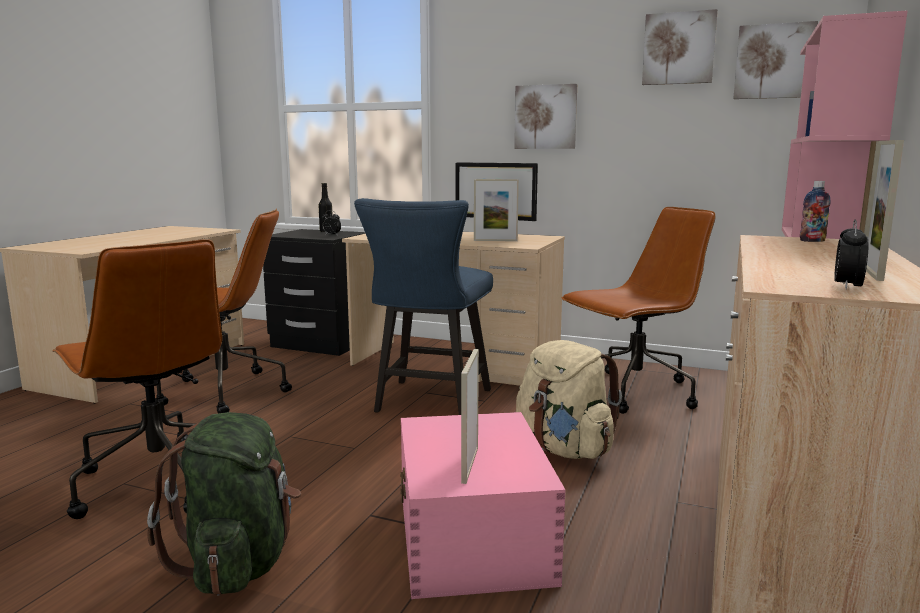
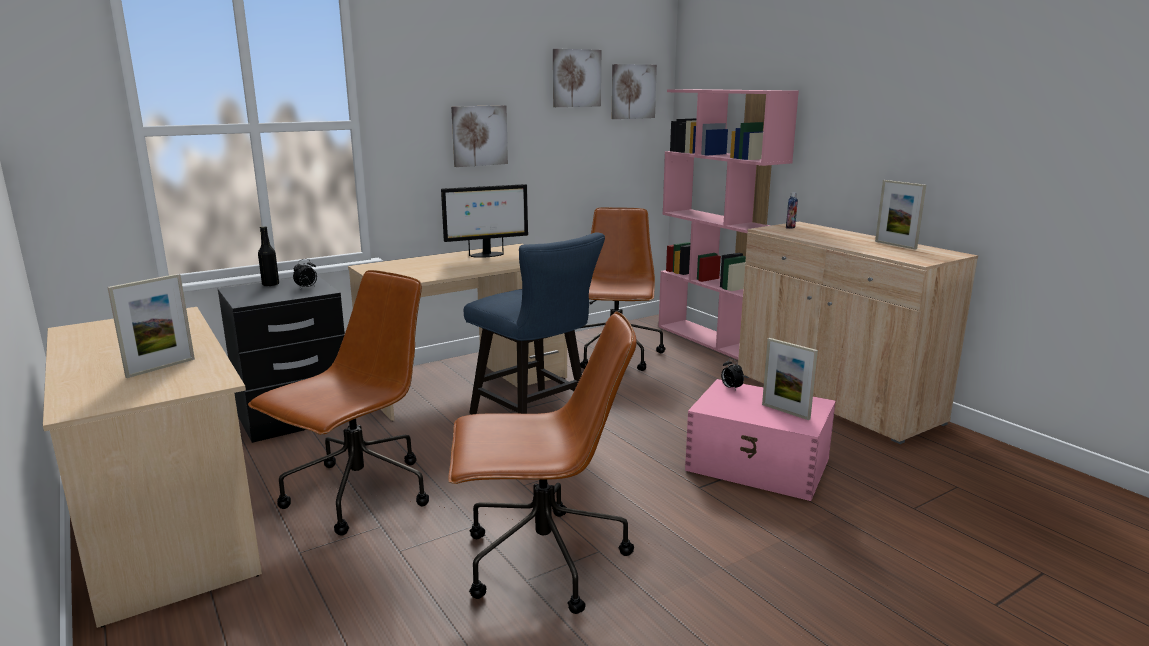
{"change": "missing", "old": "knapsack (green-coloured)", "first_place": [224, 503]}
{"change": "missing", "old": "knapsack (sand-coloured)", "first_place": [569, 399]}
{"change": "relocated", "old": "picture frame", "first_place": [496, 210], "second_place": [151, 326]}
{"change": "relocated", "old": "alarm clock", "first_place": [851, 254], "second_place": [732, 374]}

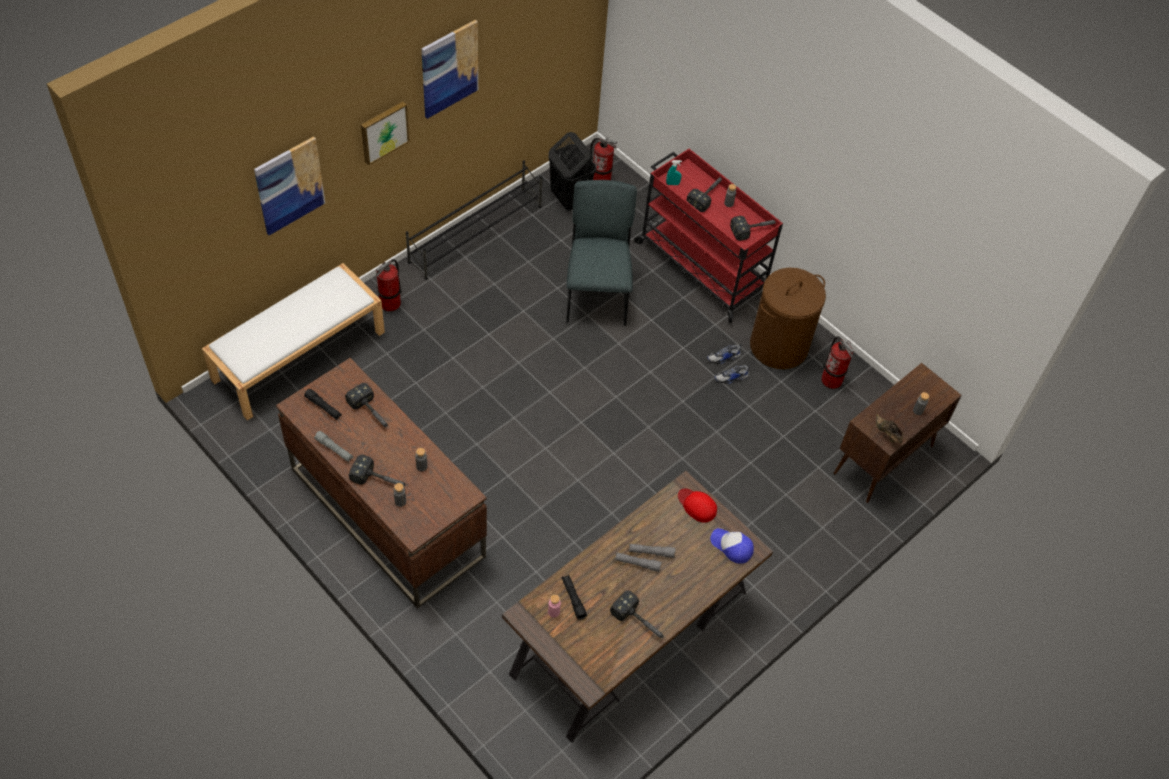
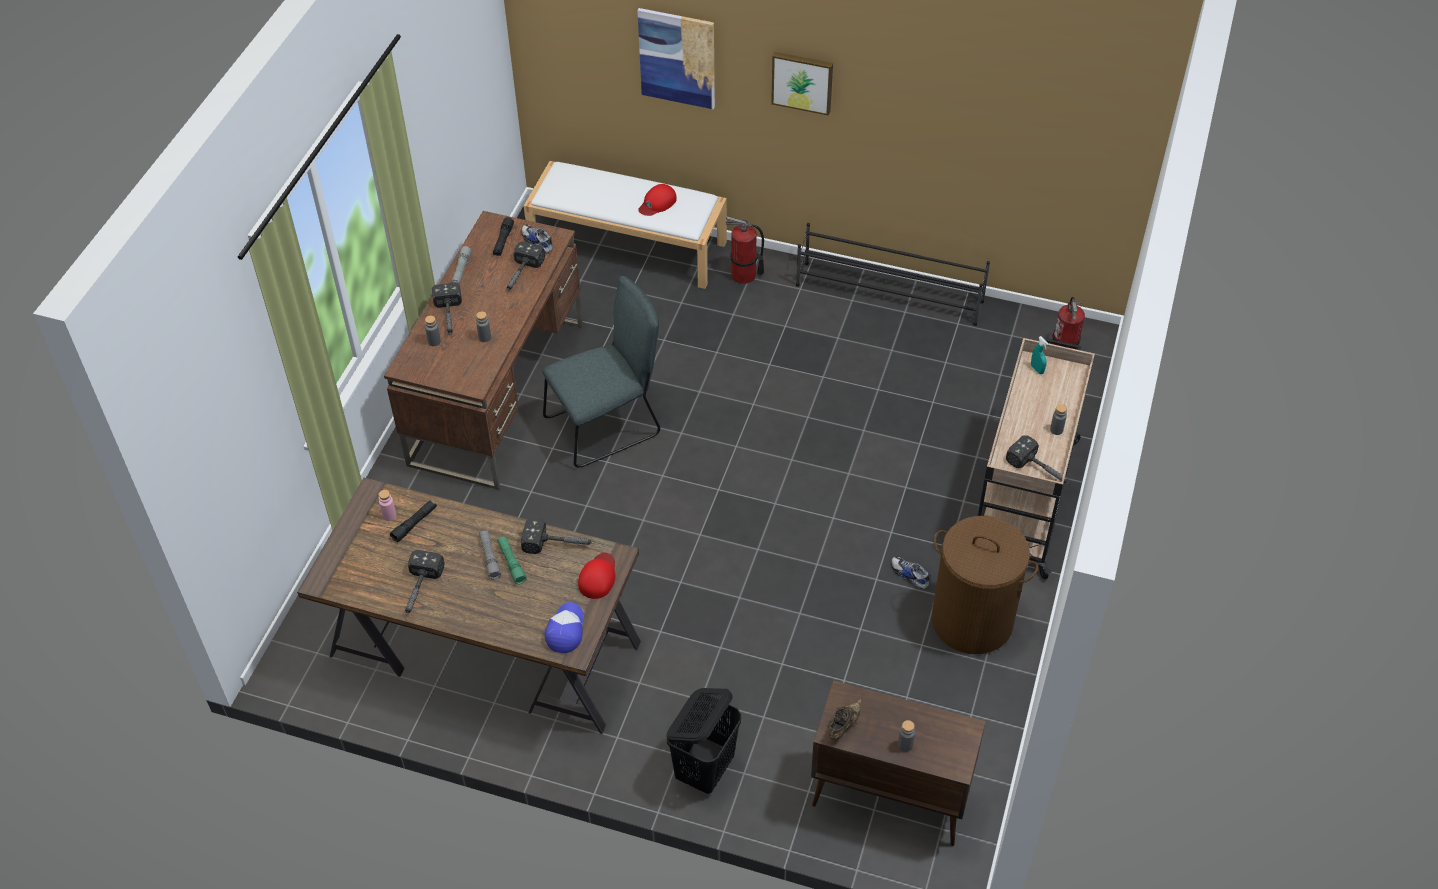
{"change": "missing", "old": "wall art", "first_place": [449, 69]}
{"change": "missing", "old": "extinguisher", "first_place": [837, 363]}
{"change": "appeared", "new": "baseball cap (red-coloured)", "second_place": [657, 200]}
{"change": "relocated", "old": "washing basket (black-coloured)", "first_place": [572, 171], "second_place": [703, 741]}
{"change": "relocated", "old": "upright chair (gray)", "first_place": [601, 253], "second_place": [601, 372]}
{"change": "relocated", "old": "tool hammer", "first_place": [704, 194], "second_place": [558, 536]}
{"change": "relocated", "old": "item of footwear", "first_place": [733, 374], "second_place": [537, 238]}
{"change": "colour", "old": "flashlight (gray)", "new": "flashlight (green-coloured)", "first_place": [651, 551], "second_place": [512, 560]}
{"change": "colour", "old": "wheeled cart (red-coloured)", "new": "wheeled cart (sand-coloured)", "first_place": [708, 236], "second_place": [1036, 458]}

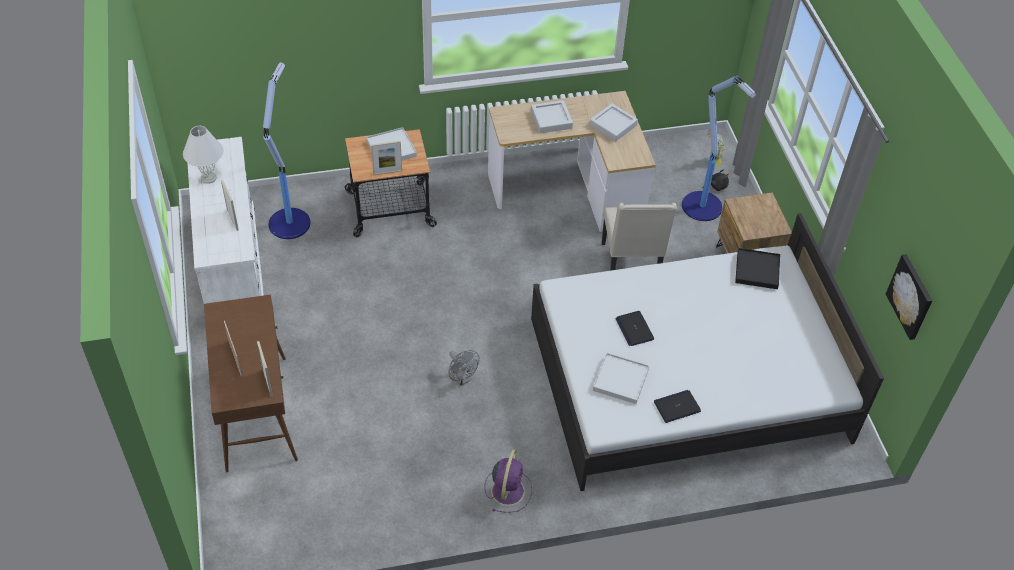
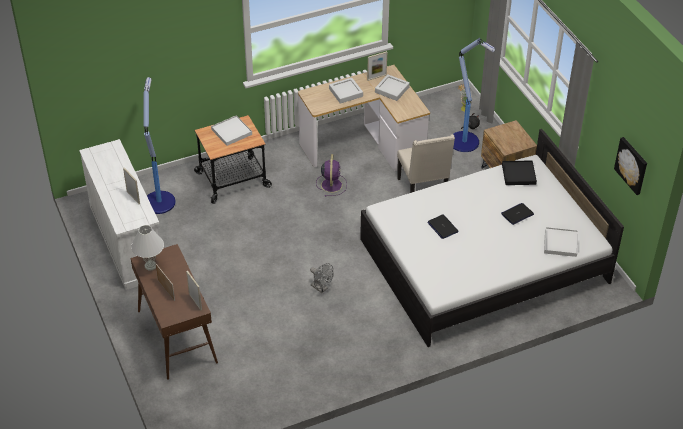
{"change": "relocated", "old": "table lamp (white-coloured)", "first_place": [203, 155], "second_place": [147, 247]}
{"change": "relocated", "old": "picture frame", "first_place": [386, 158], "second_place": [377, 66]}
{"change": "relocated", "old": "cooling fan (purple-coloured)", "first_place": [508, 481], "second_place": [331, 175]}
{"change": "relocated", "old": "tray (white-coloured)", "first_place": [621, 378], "second_place": [561, 242]}
{"change": "relocated", "old": "notebook computer", "first_place": [677, 406], "second_place": [517, 214]}

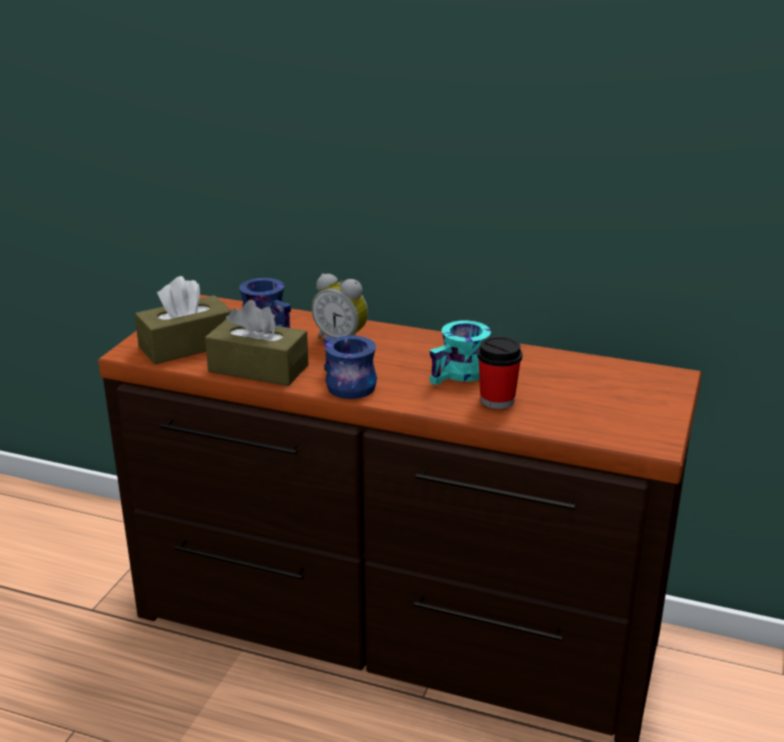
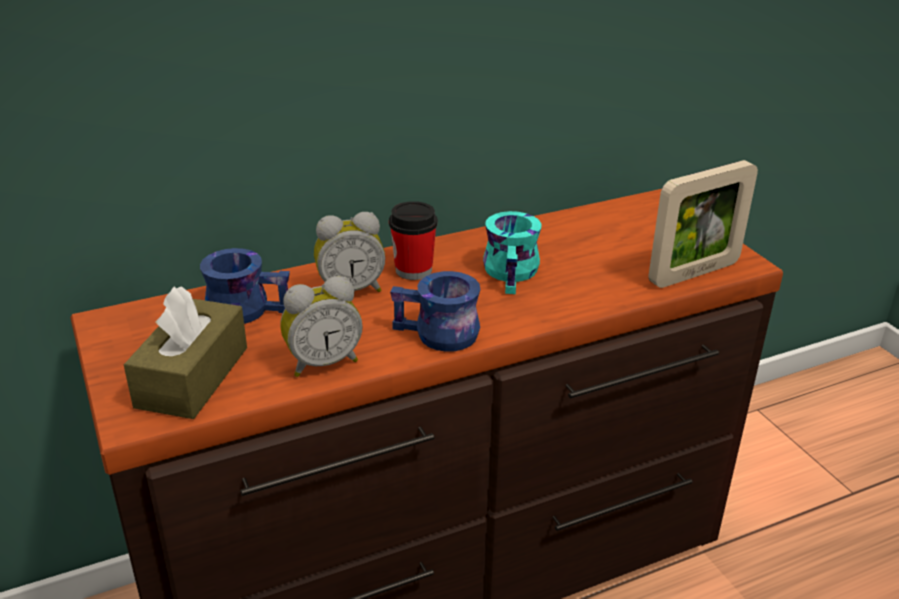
{"change": "appeared", "new": "picture frame", "second_place": [703, 224]}
{"change": "relocated", "old": "drinking cup", "first_place": [500, 372], "second_place": [413, 240]}
{"change": "exchanged", "old": "box of tissues (brown-coloured)", "new": "alarm clock", "first_place": [257, 343], "second_place": [321, 326]}

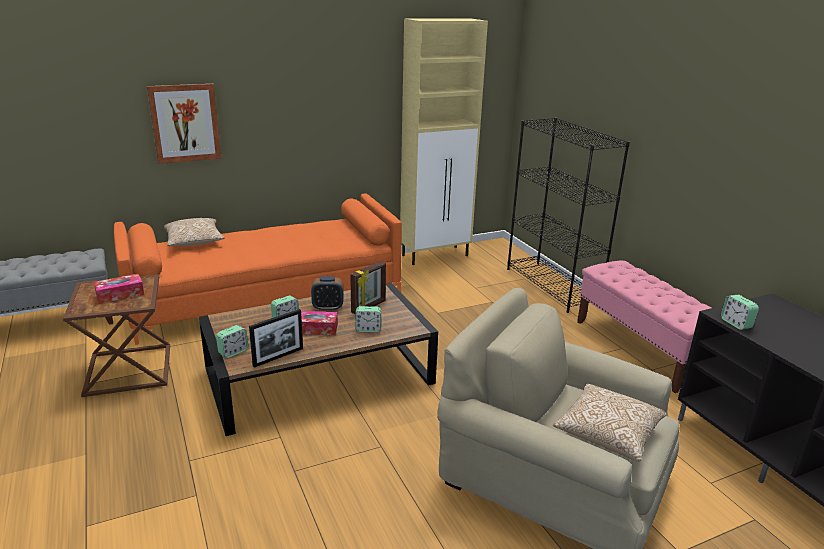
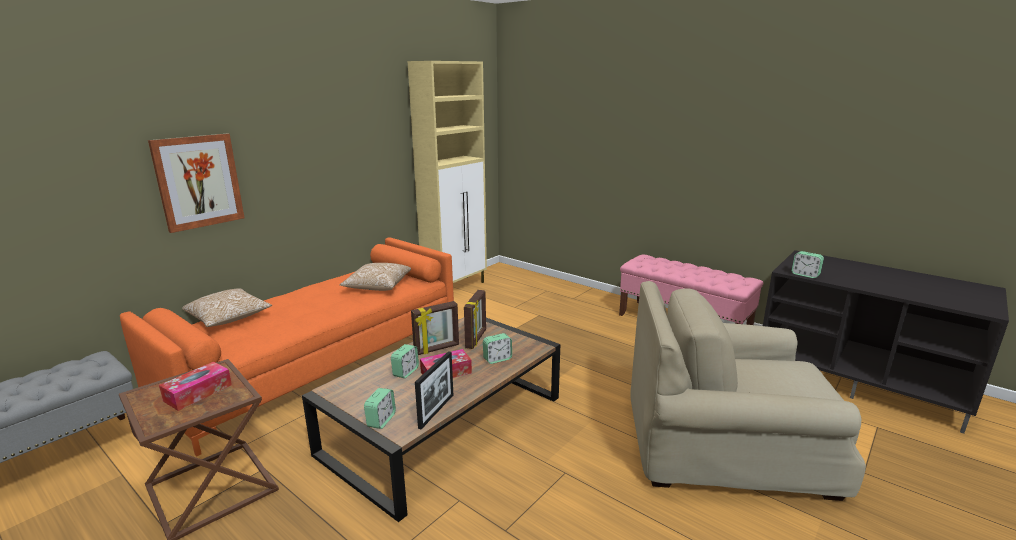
{"change": "missing", "old": "bookshelf (black-coloured)", "first_place": [568, 215]}
{"change": "relocated", "old": "cushion", "first_place": [610, 423], "second_place": [375, 277]}
{"change": "exchanged", "old": "alarm clock", "new": "picture frame", "first_place": [327, 293], "second_place": [435, 328]}

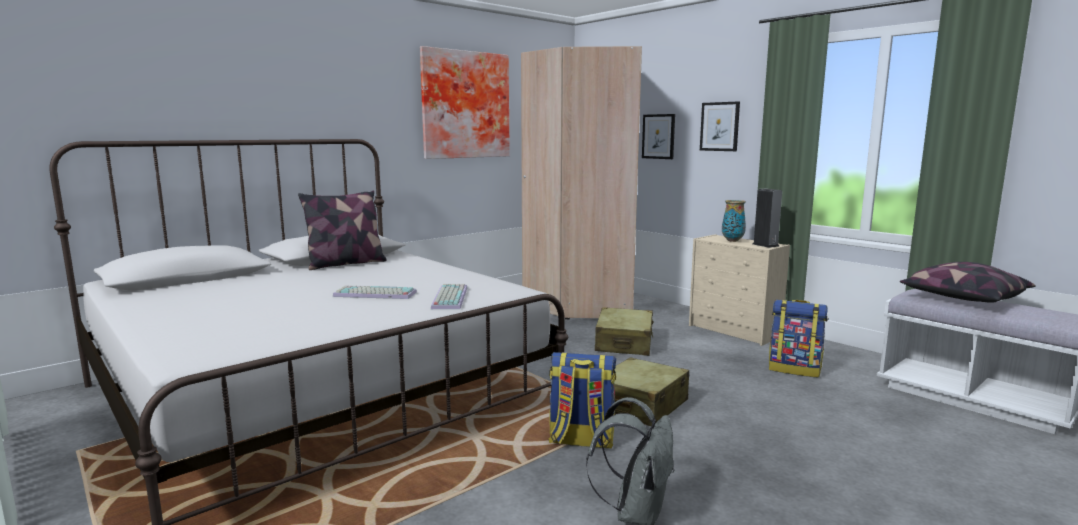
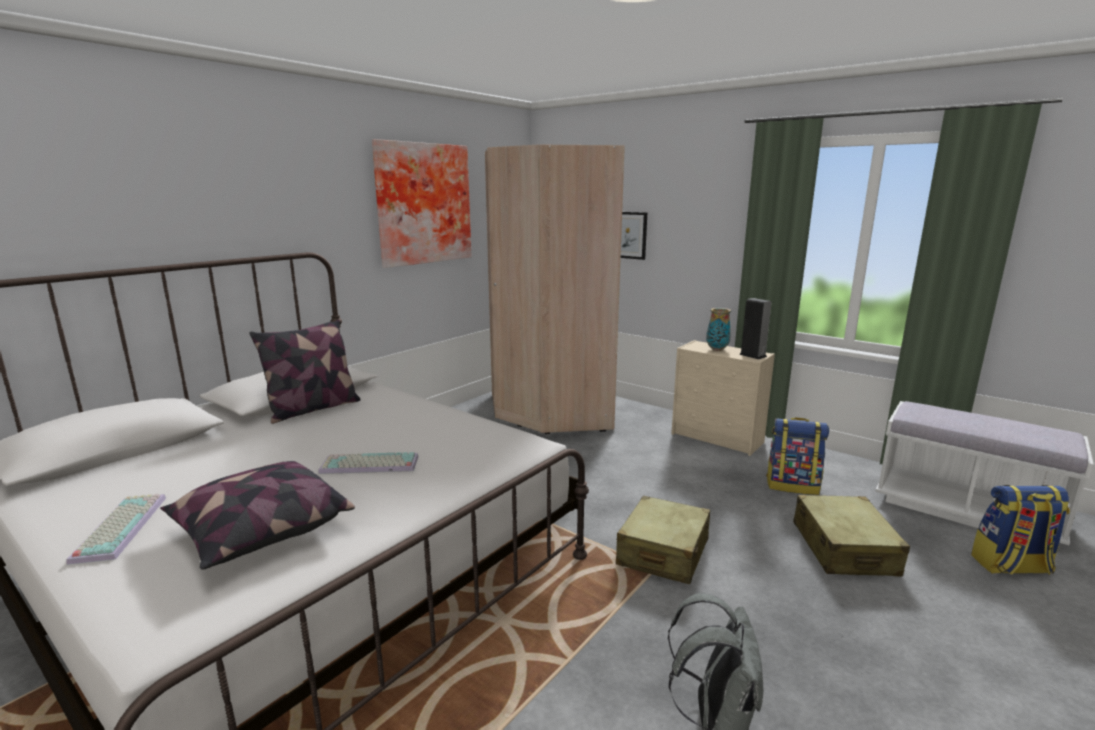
{"change": "missing", "old": "wall art", "first_place": [720, 126]}
{"change": "relocated", "old": "PC keyboard", "first_place": [449, 296], "second_place": [116, 529]}
{"change": "relocated", "old": "knapsack", "first_place": [582, 400], "second_place": [1020, 530]}
{"change": "relocated", "old": "piece of luggage (sand-coloured)", "first_place": [624, 331], "second_place": [851, 536]}
{"change": "relocated", "old": "cushion", "first_place": [968, 282], "second_place": [257, 515]}

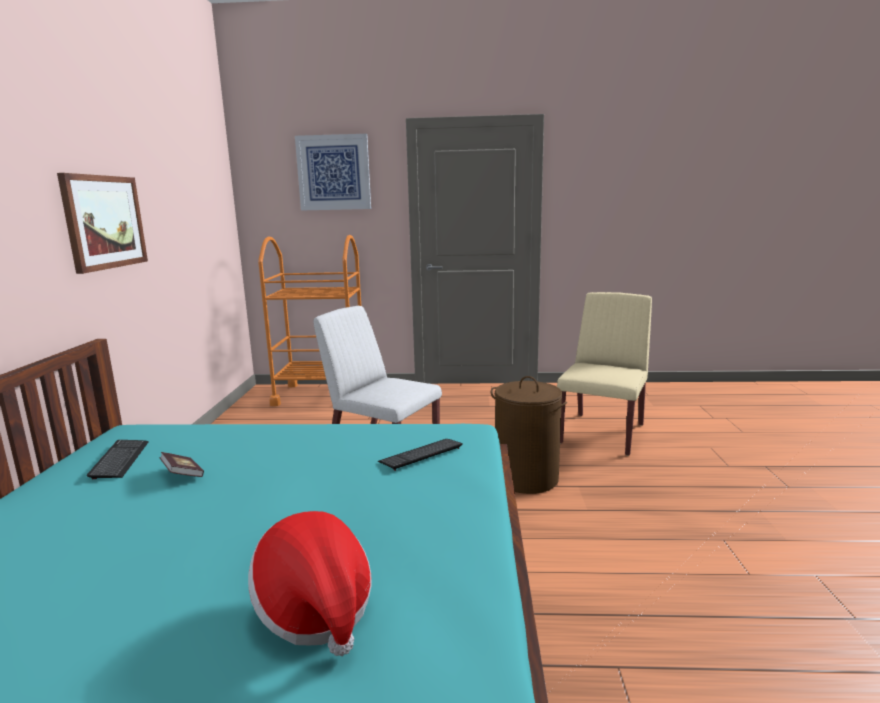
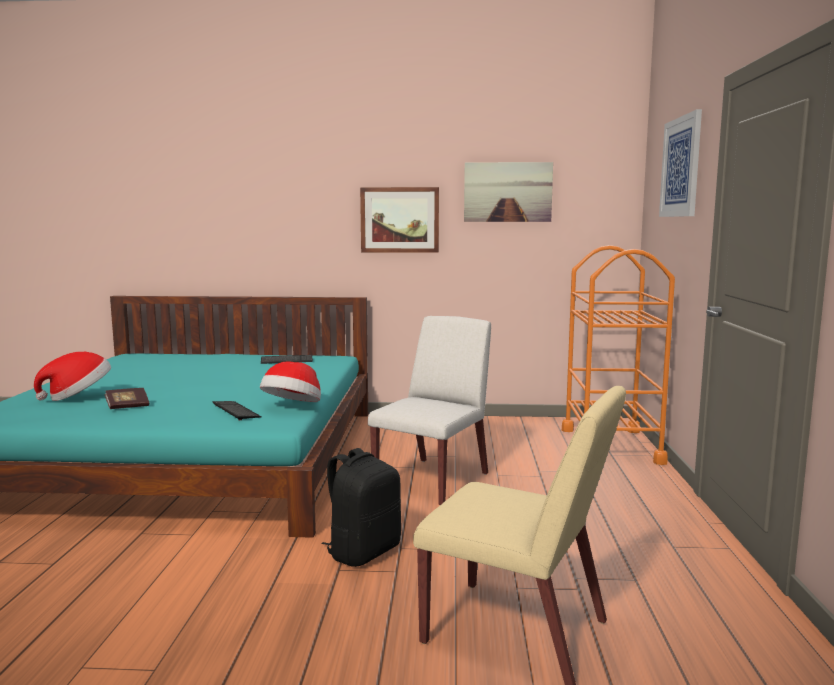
{"change": "appeared", "new": "wearable hat", "second_place": [290, 381]}
{"change": "appeared", "new": "wall art", "second_place": [508, 192]}
{"change": "relocated", "old": "book", "first_place": [182, 464], "second_place": [127, 398]}
{"change": "exchanged", "old": "washing basket (brown-coloured)", "new": "knapsack (black-coloured)", "first_place": [529, 435], "second_place": [361, 507]}

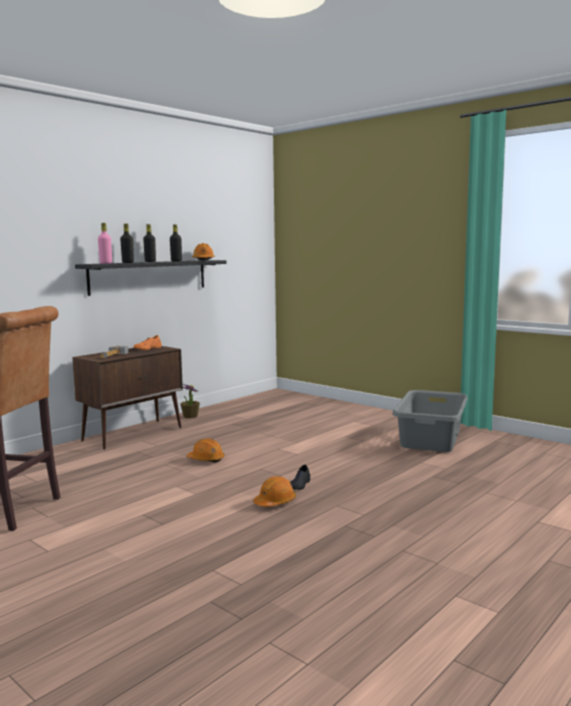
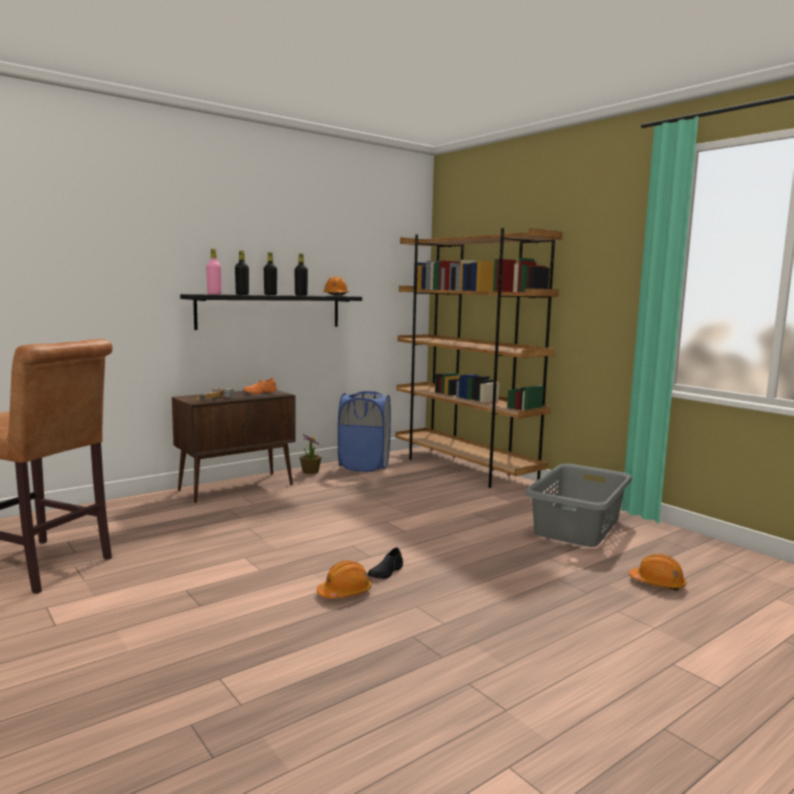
{"change": "appeared", "new": "washing basket (blue)", "second_place": [364, 431]}
{"change": "appeared", "new": "bookshelf (brown-coloured)", "second_place": [478, 358]}
{"change": "relocated", "old": "safety helmet (orangey)", "first_place": [206, 451], "second_place": [657, 572]}

